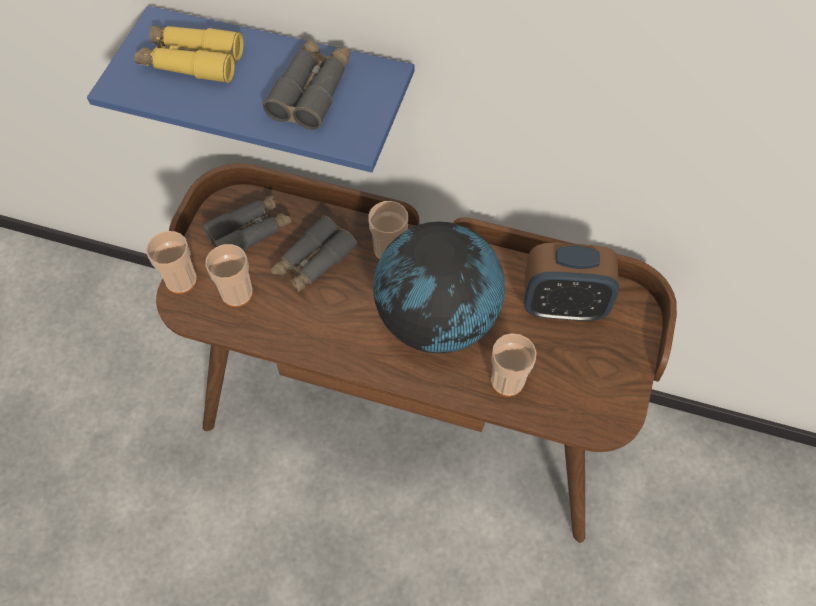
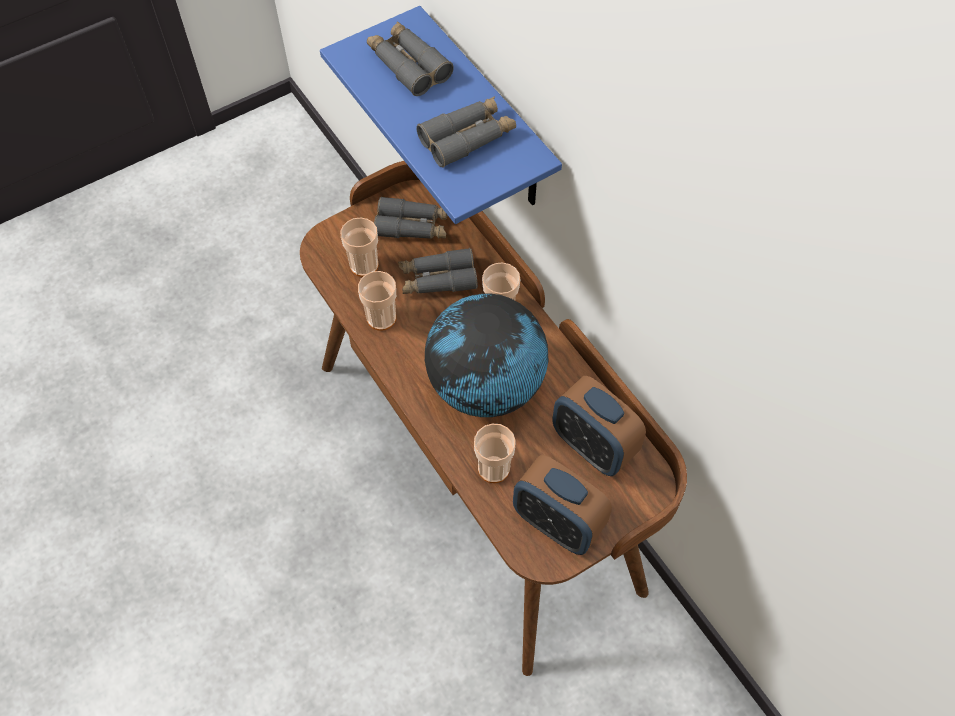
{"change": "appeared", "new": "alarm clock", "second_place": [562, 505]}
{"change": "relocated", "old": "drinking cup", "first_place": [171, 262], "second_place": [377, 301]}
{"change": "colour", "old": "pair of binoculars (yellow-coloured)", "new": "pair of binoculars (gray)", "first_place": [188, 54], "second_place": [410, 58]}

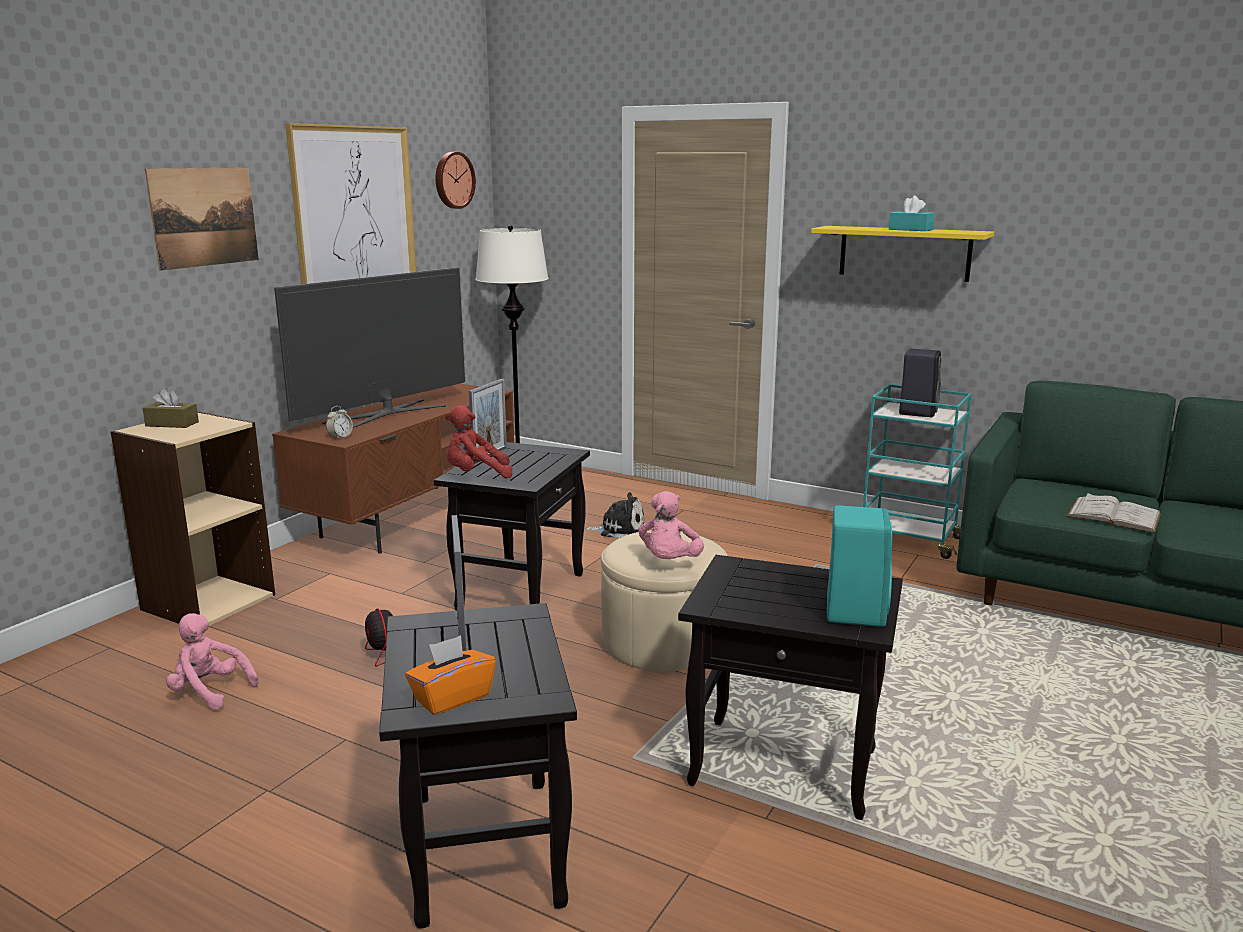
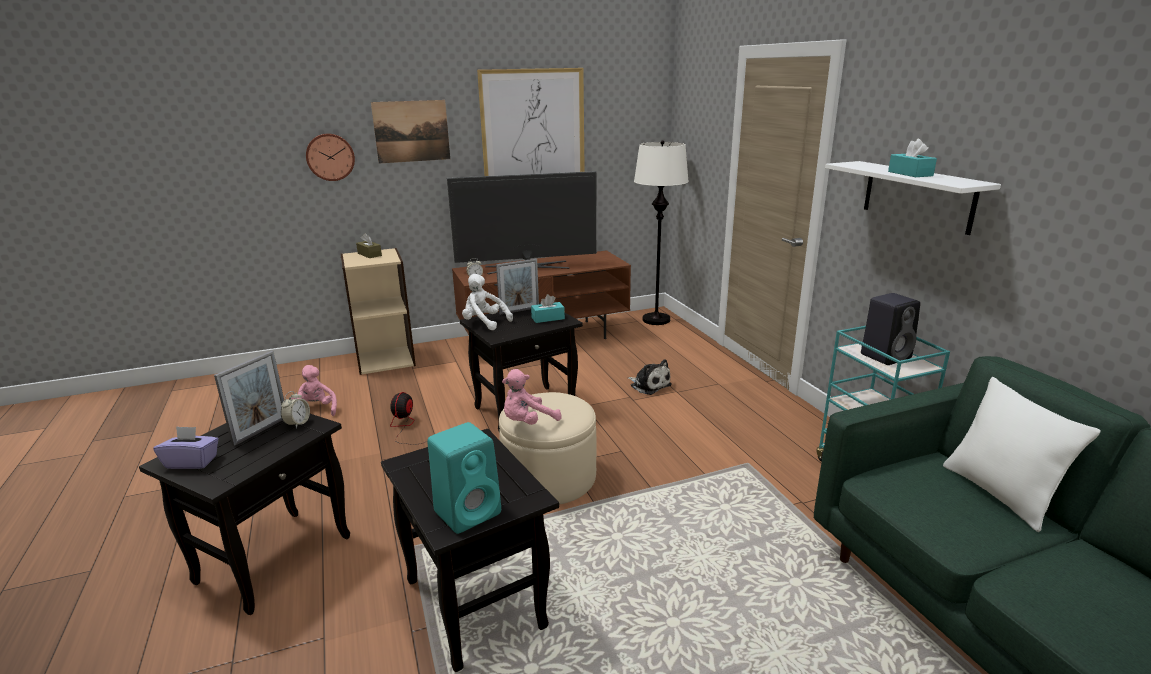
{"change": "missing", "old": "book (white-coloured)", "first_place": [1113, 513]}
{"change": "appeared", "new": "alarm clock", "second_place": [295, 409]}
{"change": "appeared", "new": "box of tissues (turquoise-coloured)", "second_place": [548, 308]}
{"change": "appeared", "new": "cushion (white-coloured)", "second_place": [1022, 454]}
{"change": "relocated", "old": "wall clock", "first_place": [455, 180], "second_place": [330, 157]}
{"change": "colour", "old": "box of tissues (orangey)", "new": "box of tissues (purple-coloured)", "first_place": [450, 675], "second_place": [186, 447]}
{"change": "colour", "old": "soft toy (red-coloured)", "new": "soft toy (white-coloured)", "first_place": [479, 442], "second_place": [487, 302]}
{"change": "colour", "old": "bracket shelf (yellow-coloured)", "new": "bracket shelf (white-coloured)", "first_place": [902, 254], "second_place": [913, 198]}

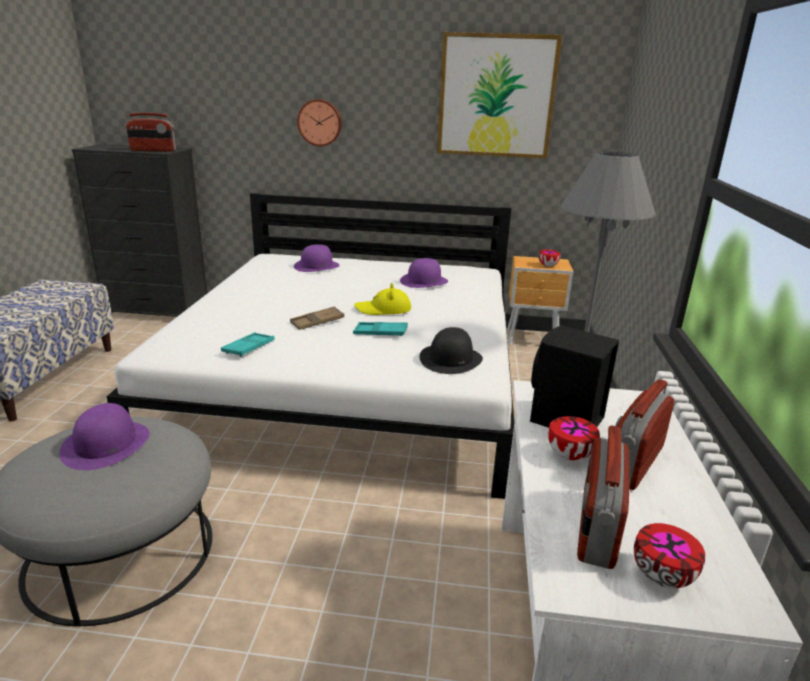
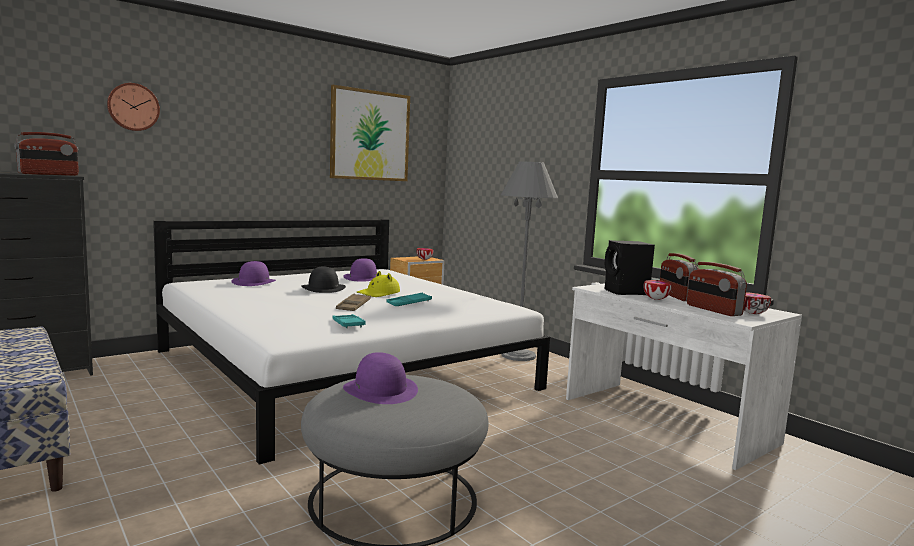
{"change": "relocated", "old": "wall clock", "first_place": [319, 122], "second_place": [133, 107]}
{"change": "relocated", "old": "wearable hat (black-coloured)", "first_place": [451, 350], "second_place": [324, 280]}

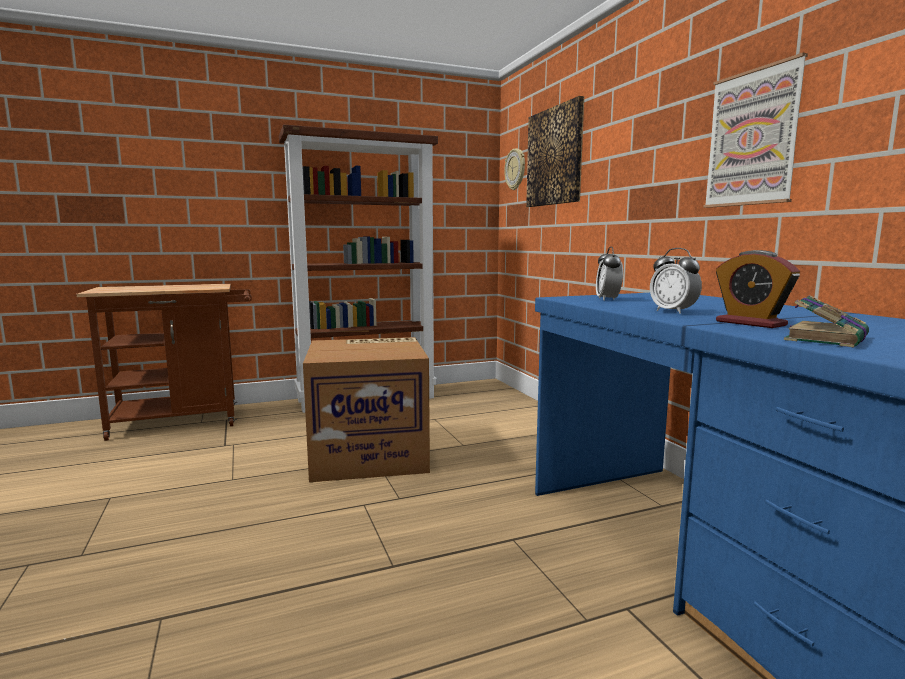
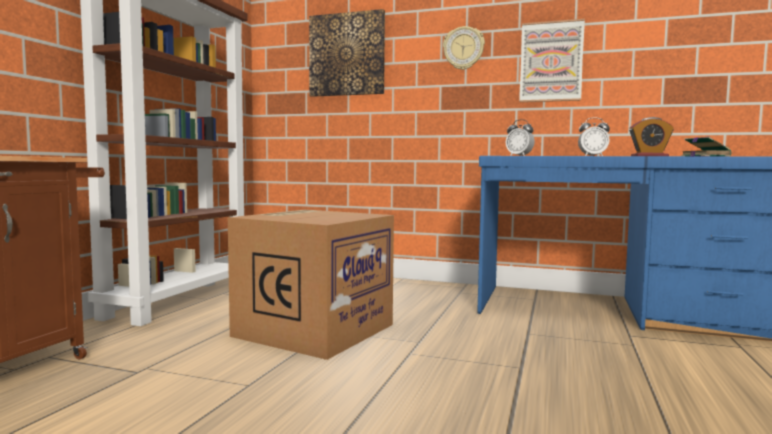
{"change": "relocated", "old": "wall clock", "first_place": [514, 169], "second_place": [464, 48]}

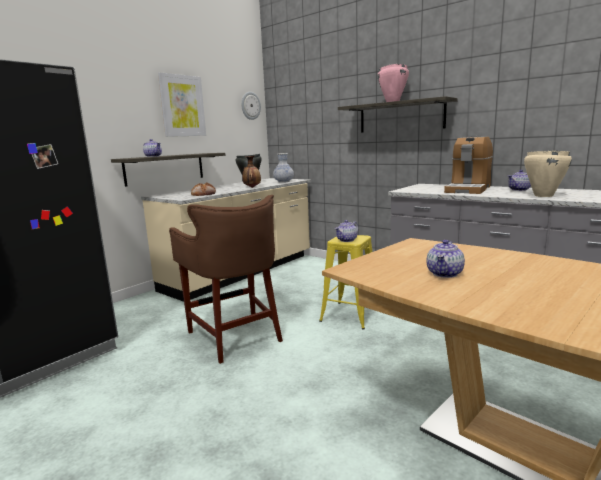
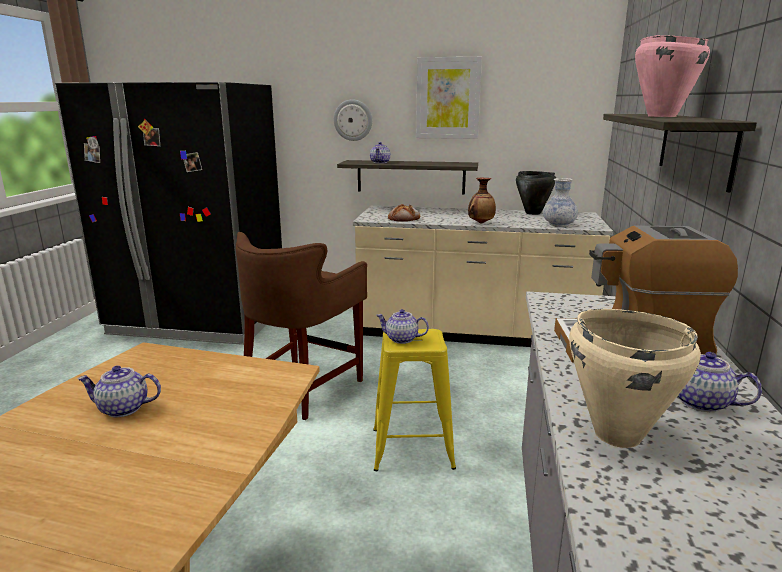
{"change": "relocated", "old": "wall clock", "first_place": [251, 106], "second_place": [353, 120]}

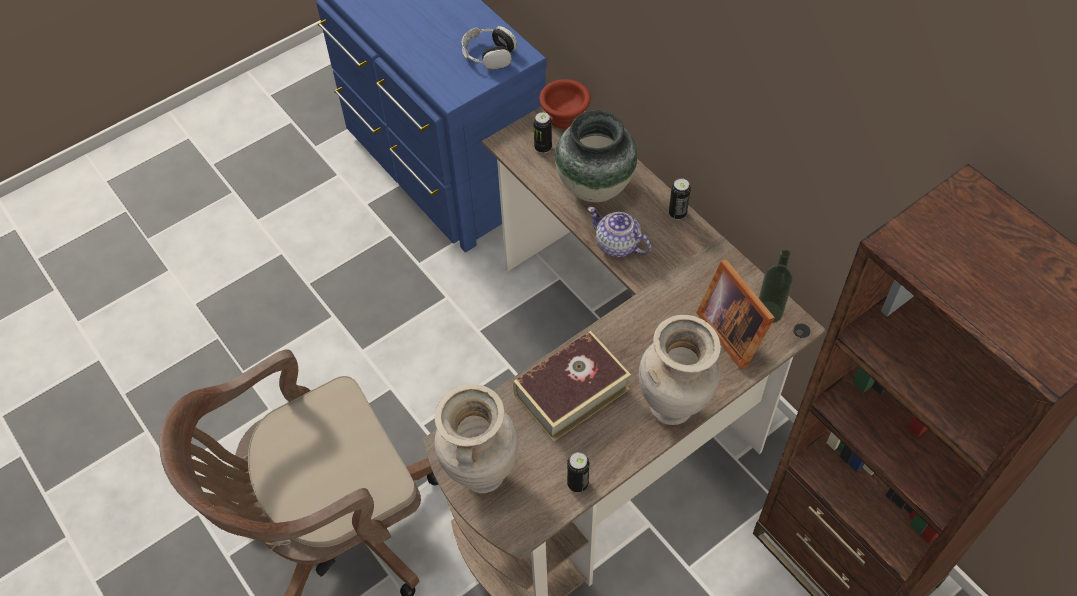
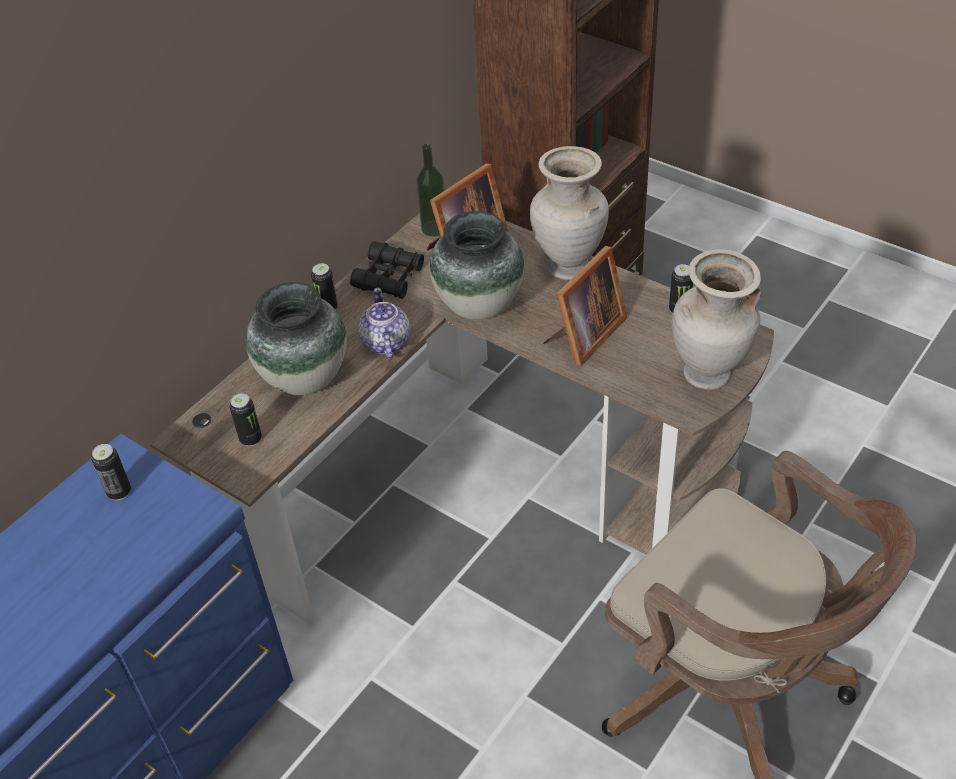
{"change": "missing", "old": "serving bowl (brown-coloured)", "first_place": [565, 104]}
{"change": "appeared", "new": "pair of binoculars (black-coloured)", "second_place": [387, 270]}
{"change": "appeared", "new": "vase", "second_place": [476, 265]}
{"change": "exchanged", "old": "pair of headphones", "new": "metal can", "first_place": [489, 47], "second_place": [111, 472]}
{"change": "exchanged", "old": "book", "new": "picture frame", "first_place": [572, 386], "second_place": [585, 306]}
{"change": "spun", "old": "teapot", "first_place": [619, 232], "second_place": [384, 323], "degrees": 150}

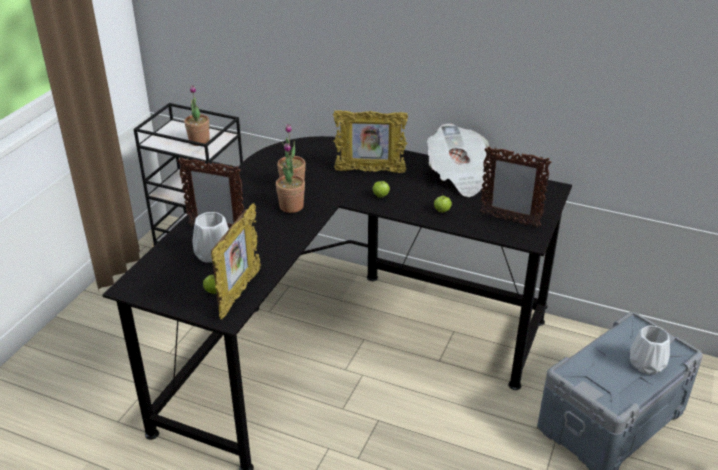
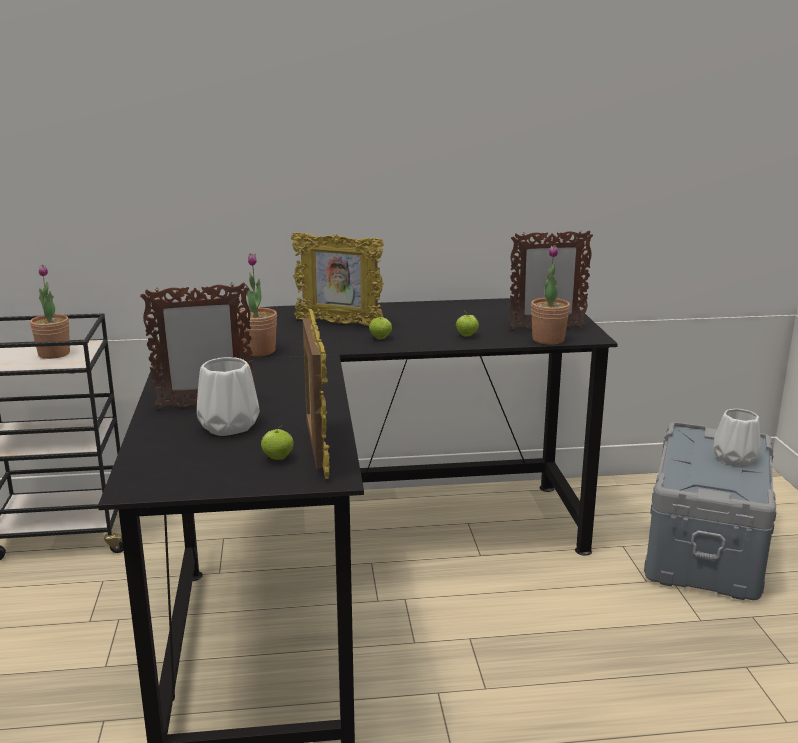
{"change": "missing", "old": "printed paper", "first_place": [459, 160]}
{"change": "relocated", "old": "plant in a pot", "first_place": [290, 178], "second_place": [550, 295]}
{"change": "spun", "old": "picture frame", "first_place": [370, 141], "second_place": [337, 279], "degrees": 45}

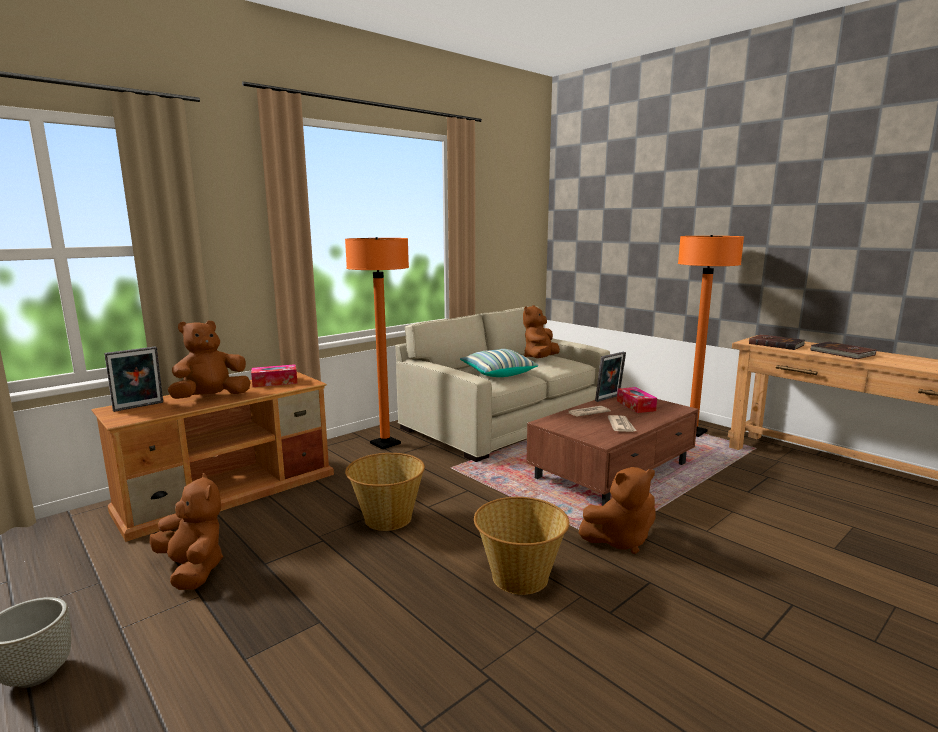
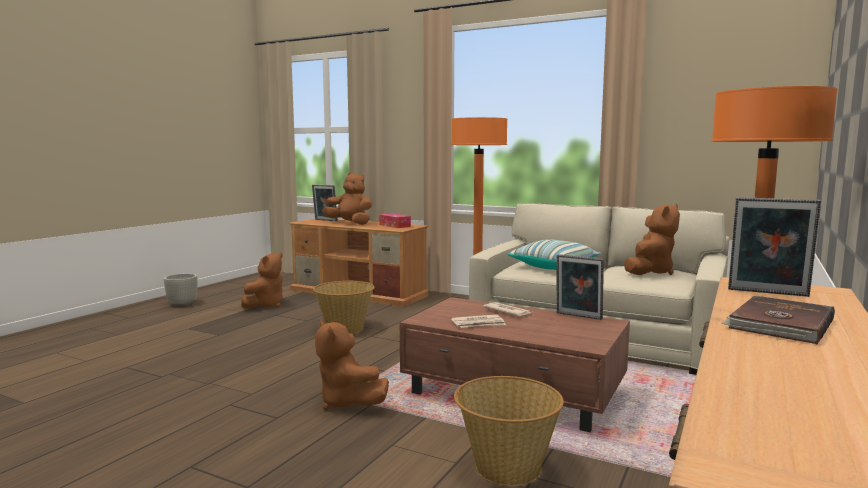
{"change": "missing", "old": "box of tissues", "first_place": [637, 400]}
{"change": "relocated", "old": "storage basket", "first_place": [521, 546], "second_place": [509, 431]}
{"change": "exchanged", "old": "book (brown-coloured)", "new": "picture frame", "first_place": [777, 342], "second_place": [774, 247]}
{"change": "spun", "old": "soft toy (brown-coloured)", "first_place": [541, 331], "second_place": [652, 239], "degrees": 120}

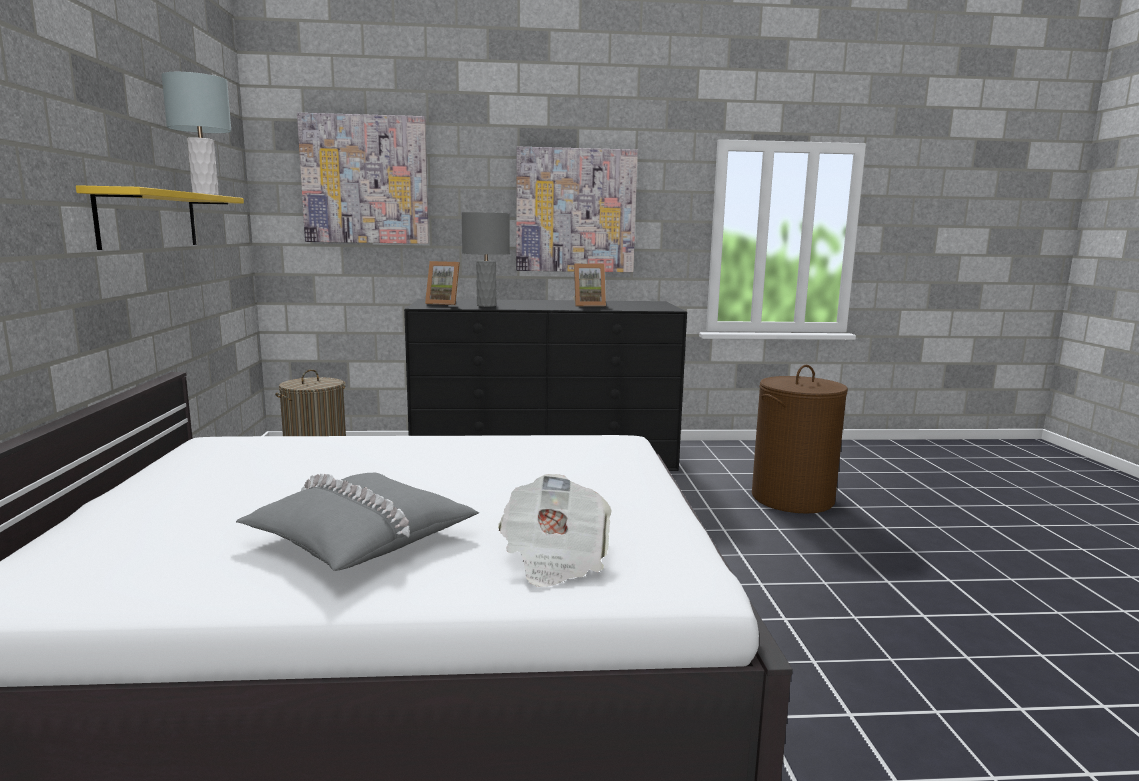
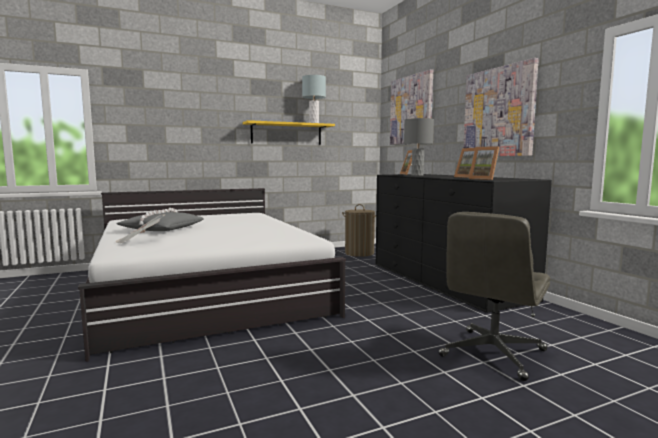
{"change": "appeared", "new": "picture frame", "second_place": [484, 163]}
{"change": "exchanged", "old": "washing basket (brown-coloured)", "new": "computer chair (gray)", "first_place": [800, 439], "second_place": [494, 296]}

